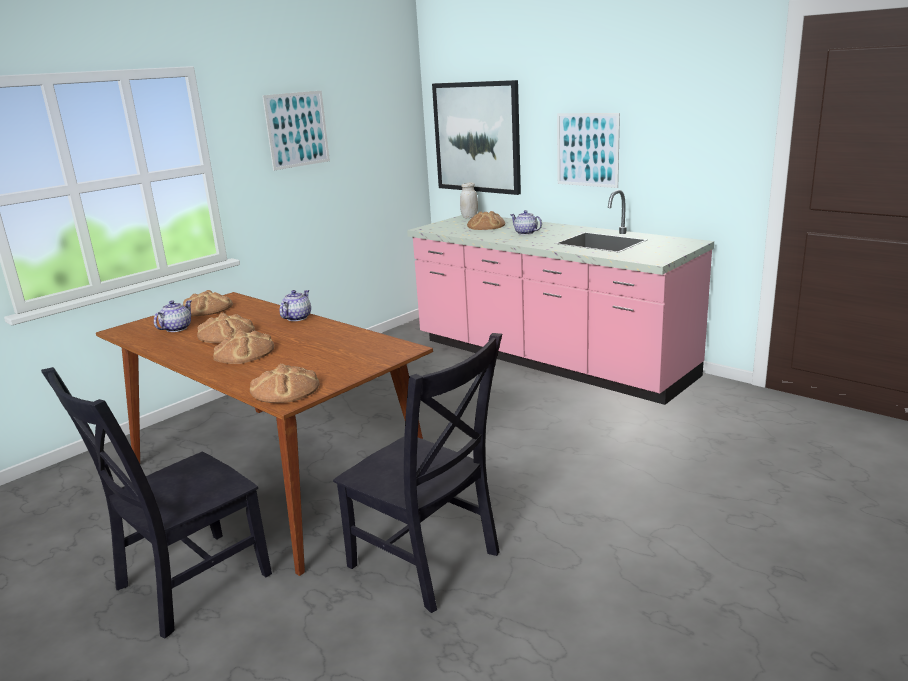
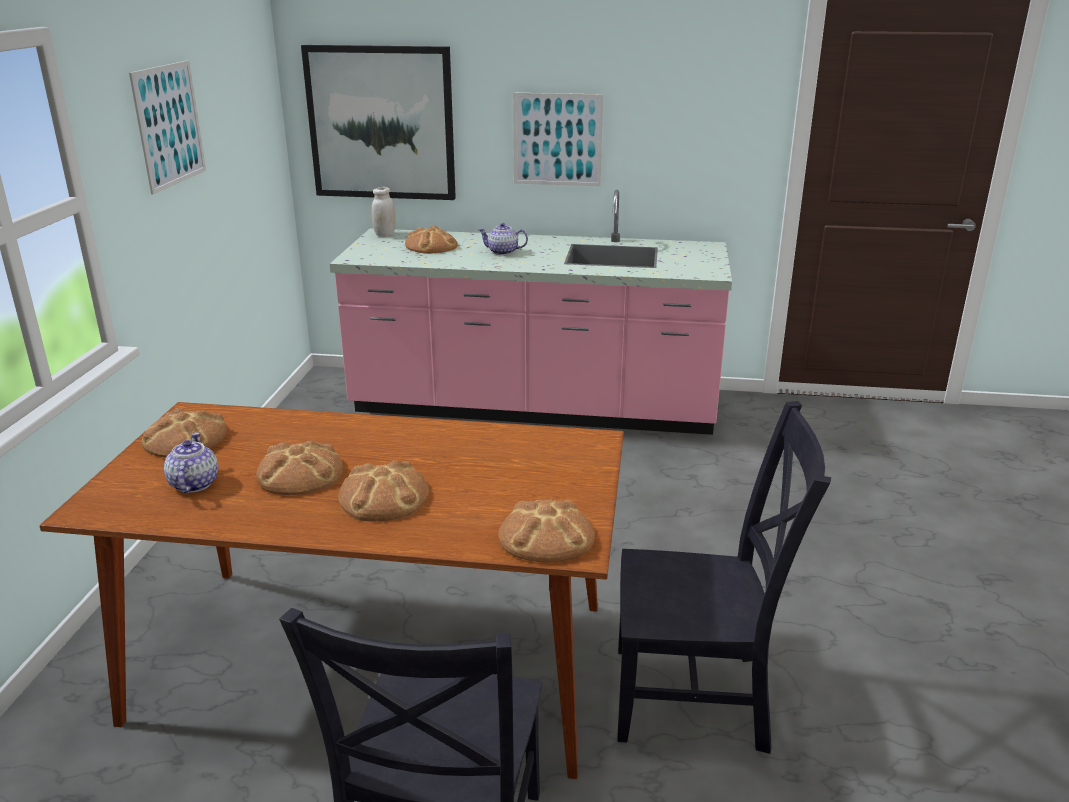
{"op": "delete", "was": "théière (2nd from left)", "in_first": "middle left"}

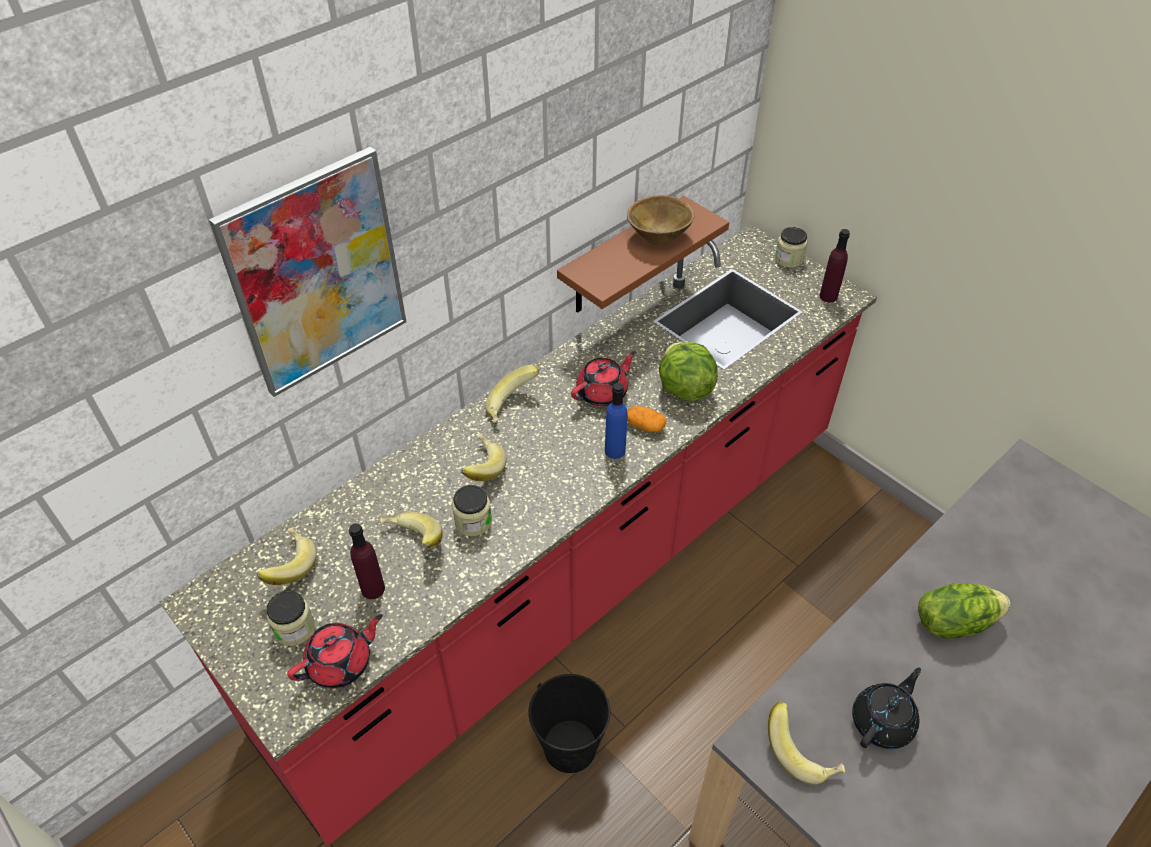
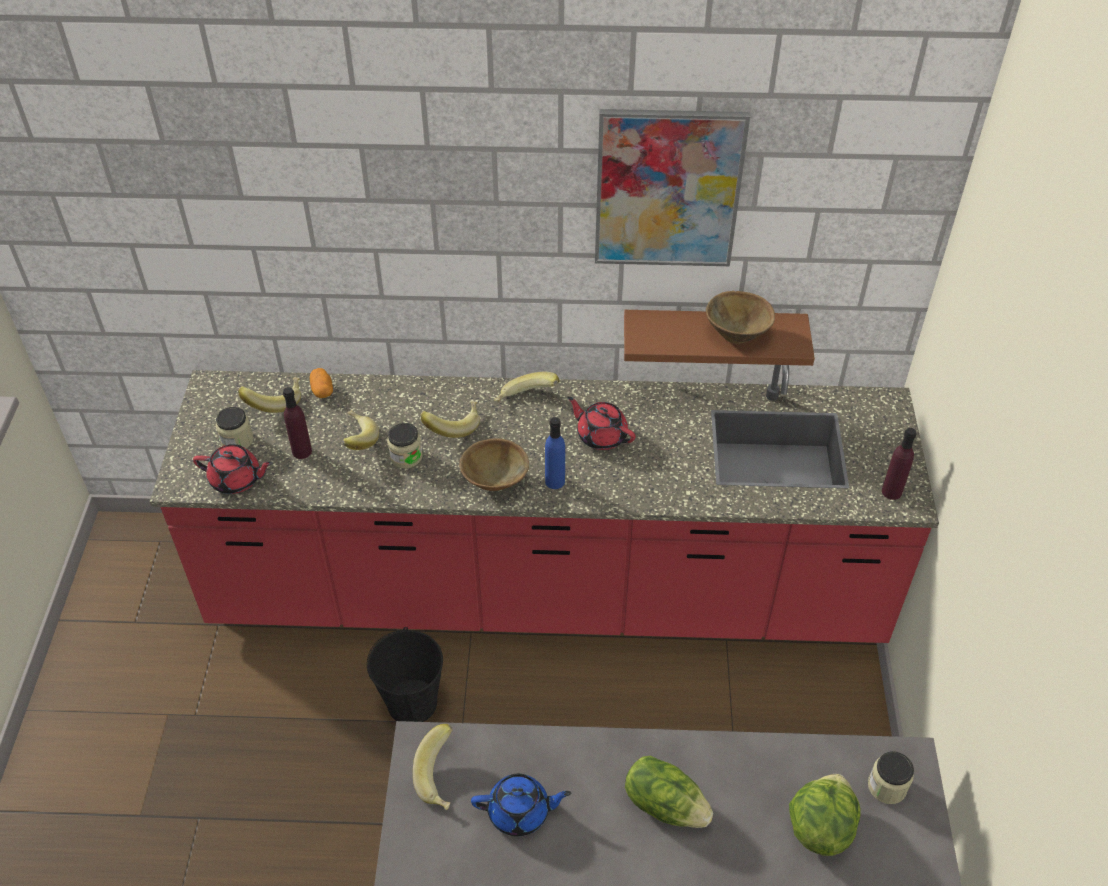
{"op": "move", "was": "pomme de terre", "in_first": "centre", "in_second": "middle left"}
{"op": "insert", "now": "bol [marron] (1st from left)", "in_second": "centre"}
{"op": "recolor", "was": "théière [noir]", "now": "théière [bleu]", "in_first": "bottom right", "in_second": "bottom centre"}
{"op": "rotate", "was": "théière [rouge] (2nd from left)", "in_first": "centre", "in_second": "centre", "clockwise": -150}
{"op": "move", "was": "tableau", "in_first": "top left", "in_second": "top centre"}
{"op": "move", "was": "laitue (1st from left in the first image)", "now": "laitue (2nd from left)", "in_first": "centre", "in_second": "bottom right"}
{"op": "move", "was": "bocal (3rd from left)", "in_first": "top right", "in_second": "bottom right"}

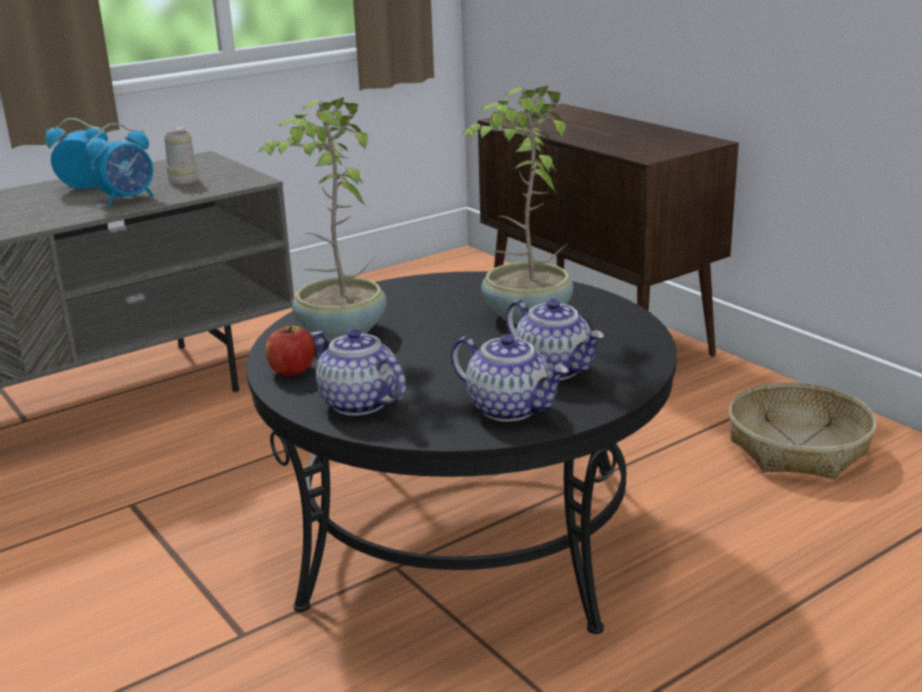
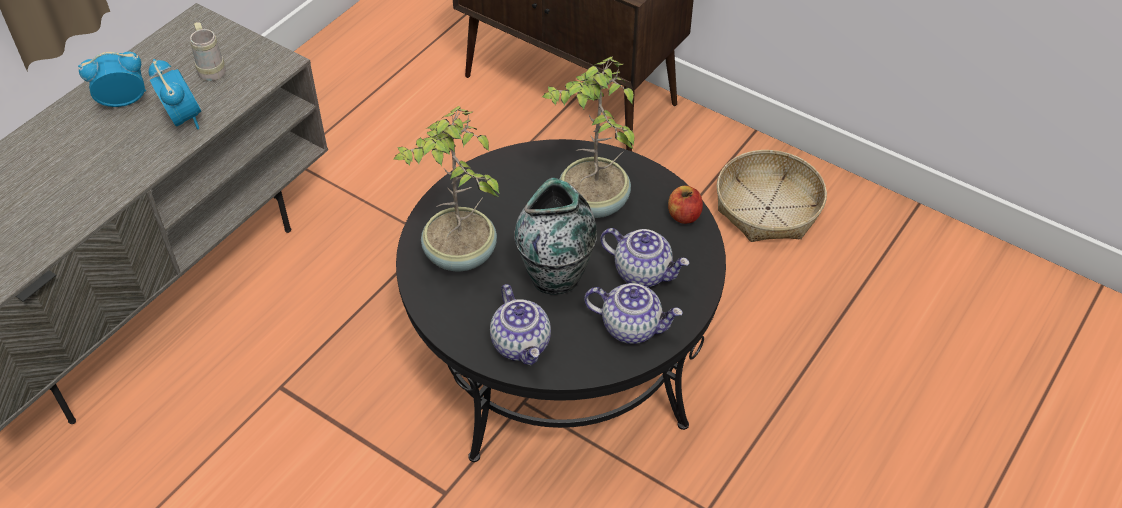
{"op": "rotate", "was": "réveil (2nd from left)", "in_first": "top left", "in_second": "top left", "clockwise": -60}
{"op": "rotate", "was": "théière (1st from left)", "in_first": "centre", "in_second": "centre", "clockwise": -135}
{"op": "insert", "now": "vase", "in_second": "centre"}
{"op": "move", "was": "pomme", "in_first": "middle left", "in_second": "centre"}

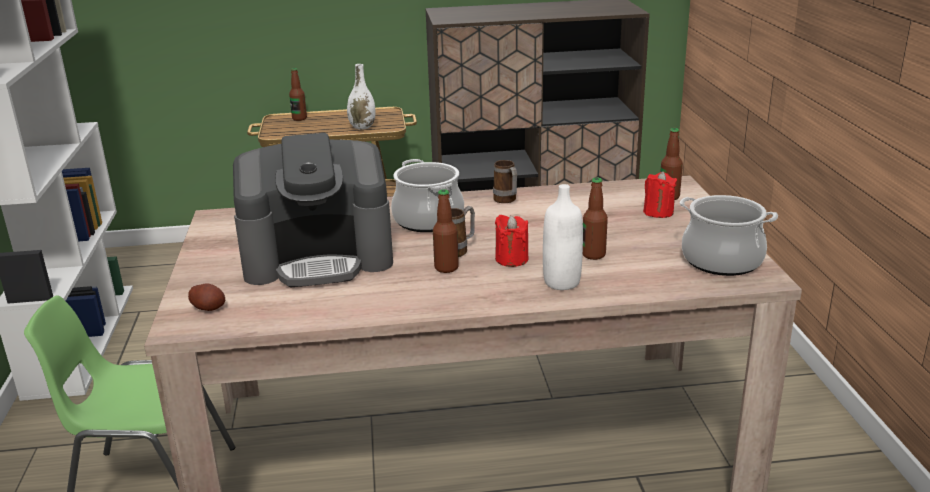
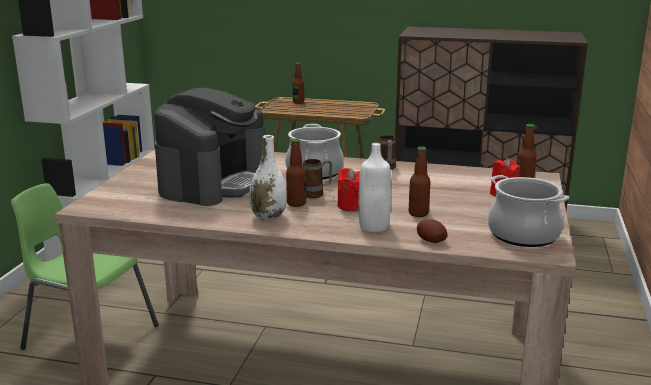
{"op": "rotate", "was": "machine à café", "in_first": "centre", "in_second": "middle left", "clockwise": -75}
{"op": "move", "was": "vase [blanc]", "in_first": "top centre", "in_second": "centre"}
{"op": "move", "was": "pomme de terre", "in_first": "middle left", "in_second": "centre"}

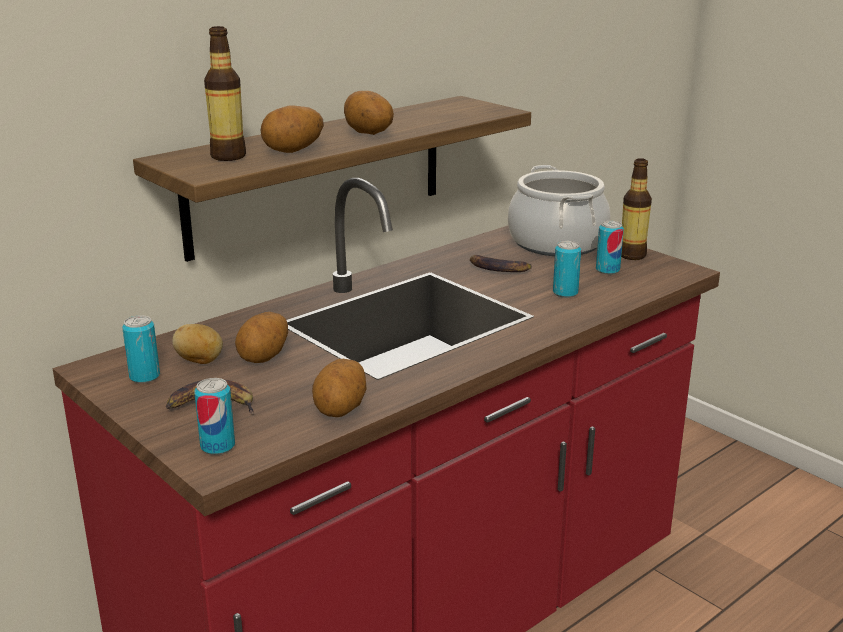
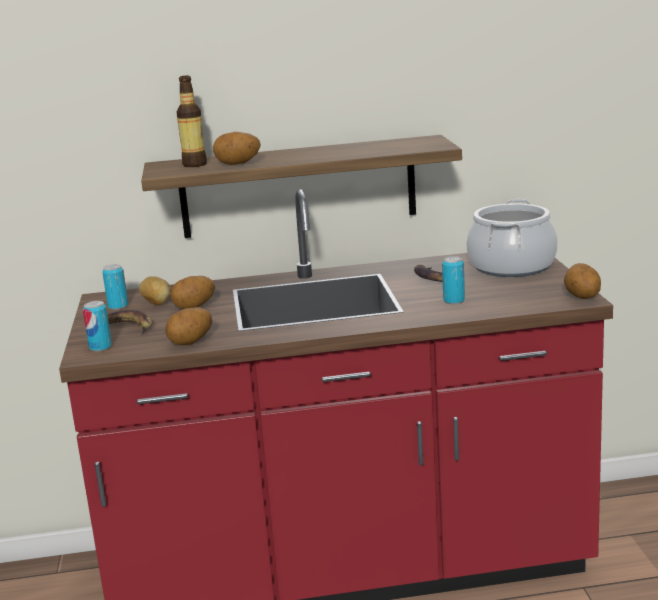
{"op": "move", "was": "pomme de terre (5th from left)", "in_first": "top centre", "in_second": "middle right"}
{"op": "delete", "was": "boîte métallique (4th from left)", "in_first": "middle right"}
{"op": "delete", "was": "bouteille (2nd from left)", "in_first": "top right"}

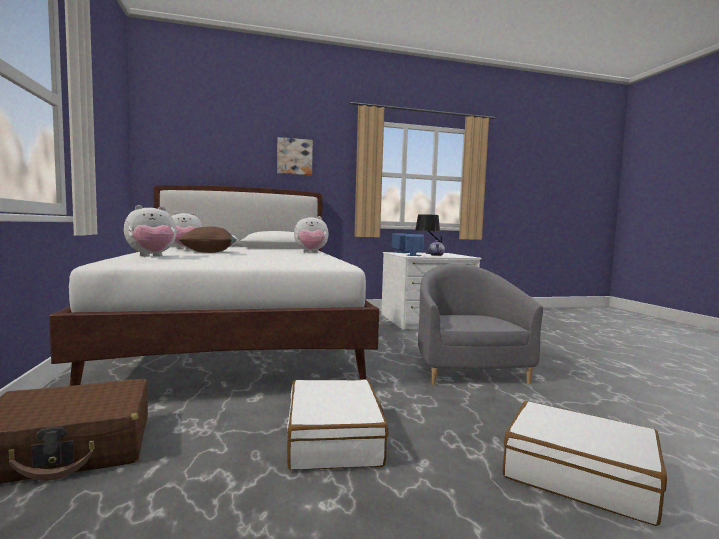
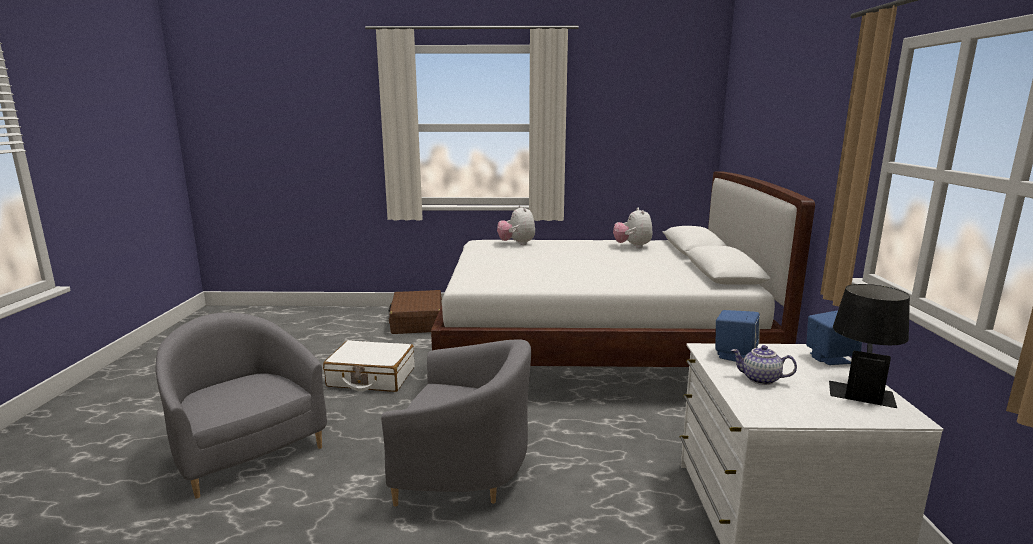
{"op": "replace", "was": "valise [blanc] (2nd from left)", "now": "fauteuil [gris] (1st from left)", "in_first": "bottom right", "in_second": "bottom left"}
{"op": "delete", "was": "coussin [marron]", "in_first": "middle left"}
{"op": "delete", "was": "tableau", "in_first": "top centre"}
{"op": "delete", "was": "peluche (3rd from left)", "in_first": "centre"}

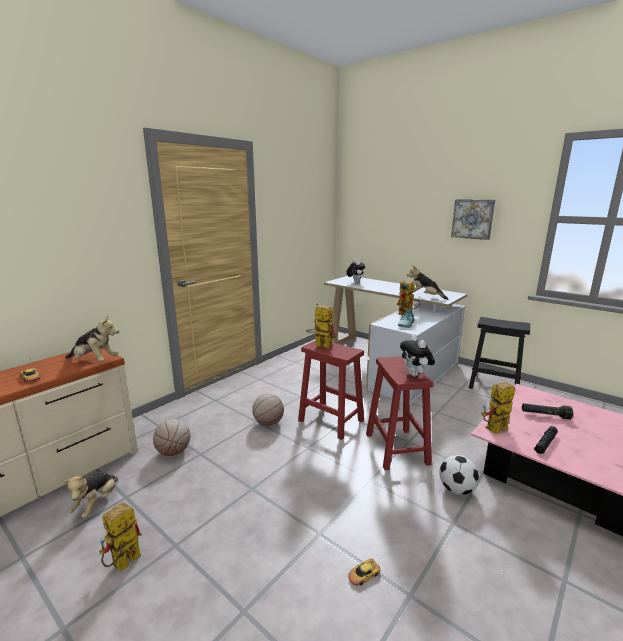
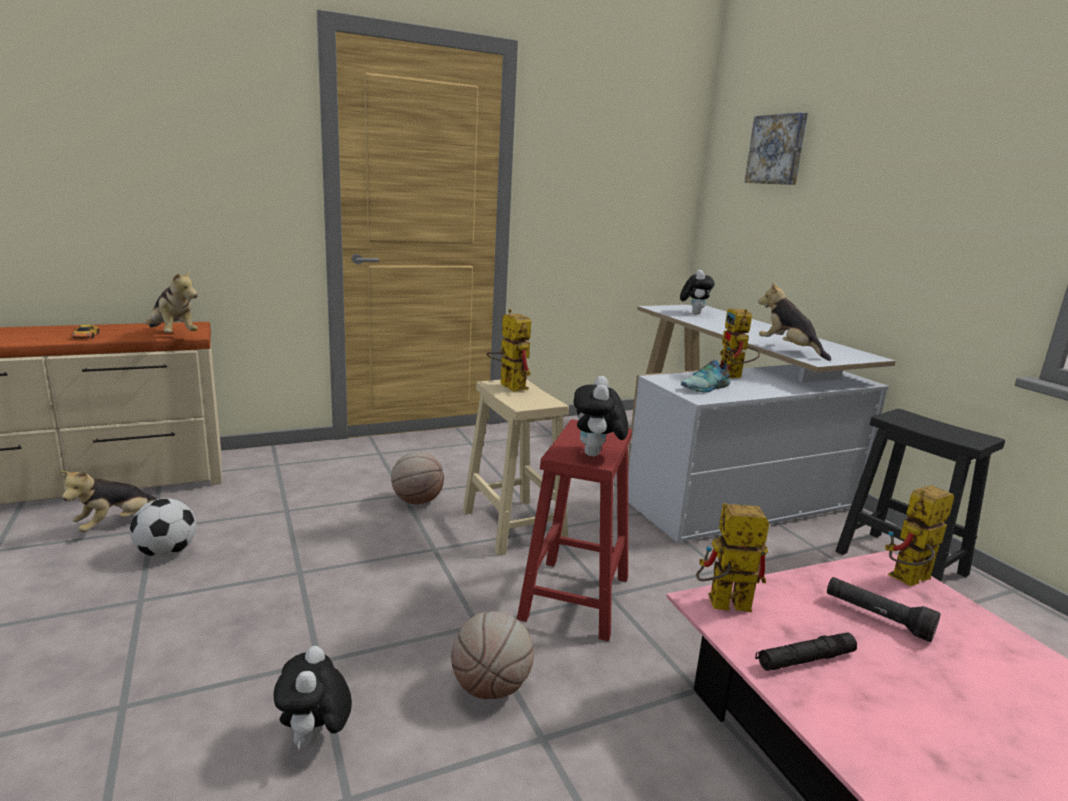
{"op": "move", "was": "ballon de foot", "in_first": "bottom right", "in_second": "middle left"}
{"op": "replace", "was": "petite voiture (2nd from left)", "now": "peluche (3rd from left)", "in_first": "bottom centre", "in_second": "bottom left"}
{"op": "move", "was": "ballon de basket (1st from left in the first image)", "now": "ballon de basket (2nd from left)", "in_first": "bottom left", "in_second": "bottom centre"}
{"op": "recolor", "was": "tabouret [rouge] (1st from left)", "now": "tabouret [beige]", "in_first": "centre", "in_second": "centre"}
{"op": "move", "was": "tableau", "in_first": "middle right", "in_second": "top right"}
{"op": "move", "was": "robot jouet (1st from left in the first image)", "now": "robot jouet (4th from left)", "in_first": "bottom left", "in_second": "bottom right"}

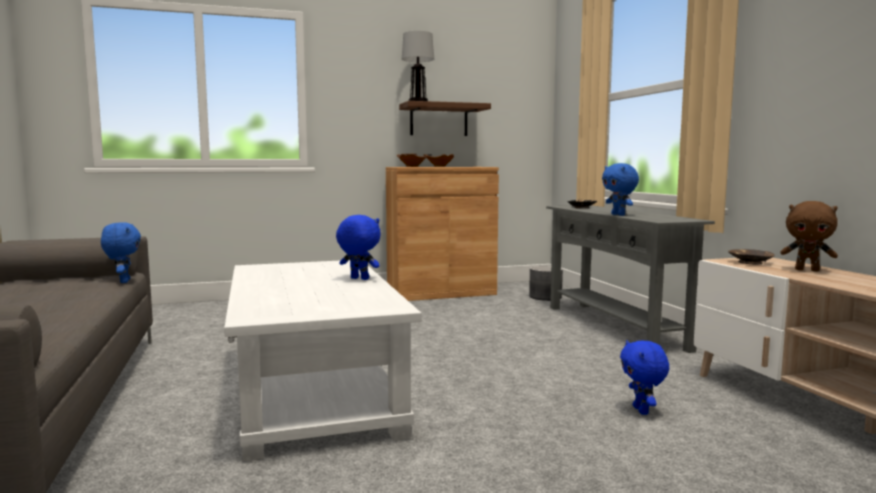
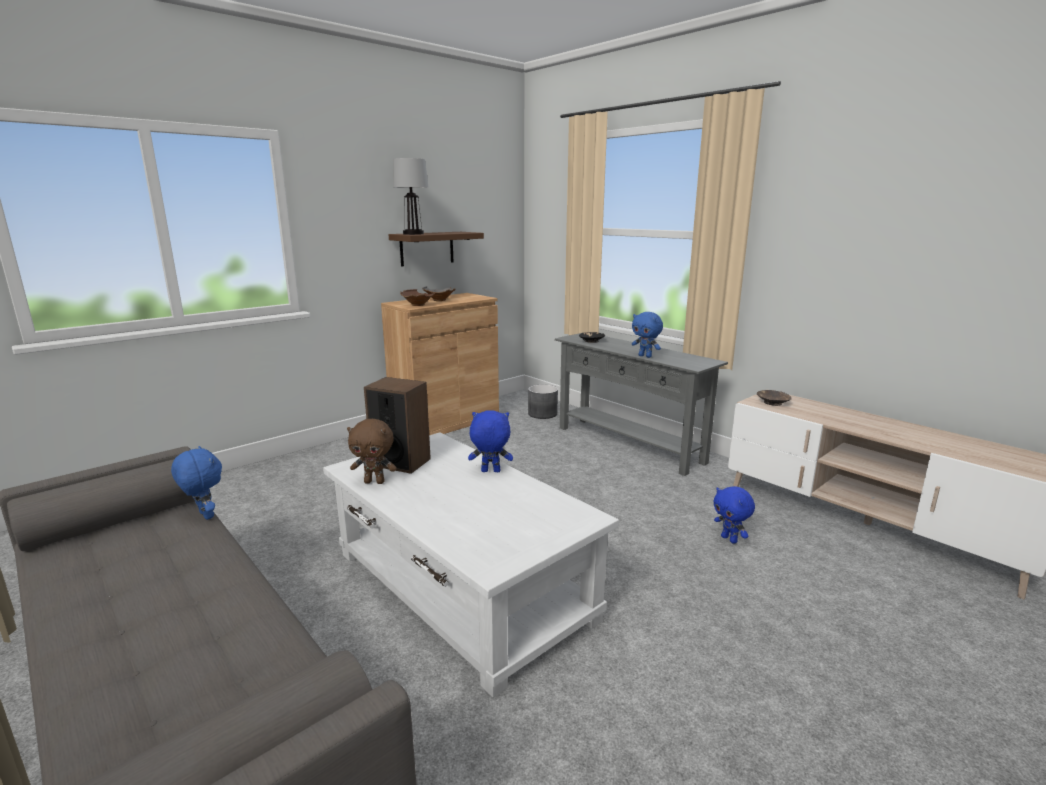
{"op": "move", "was": "peluche [marron]", "in_first": "middle right", "in_second": "centre"}
{"op": "insert", "now": "enceinte", "in_second": "centre"}

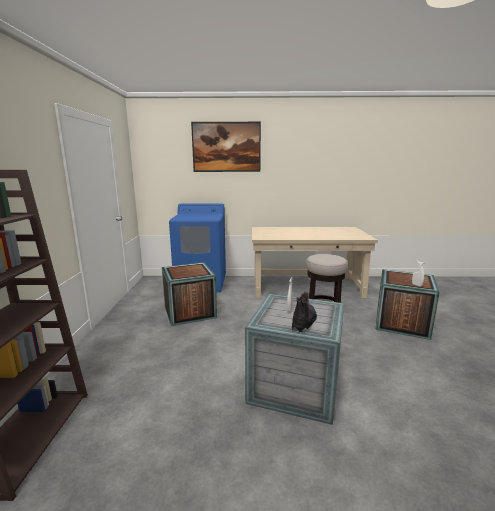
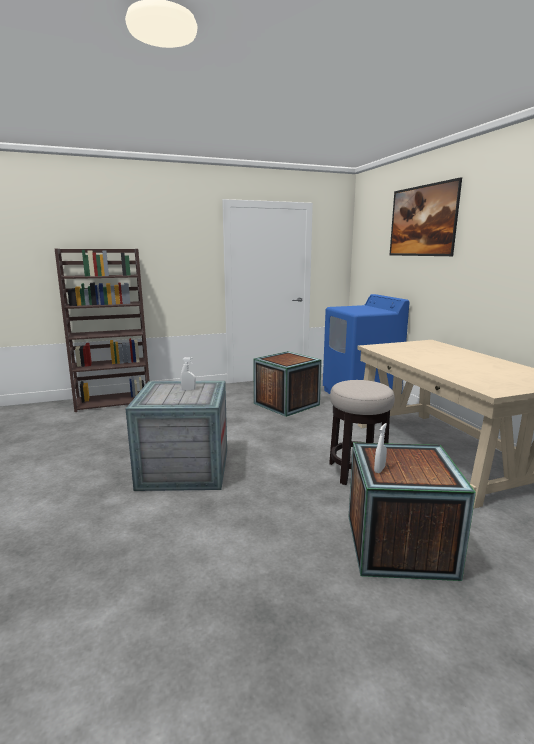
{"op": "delete", "was": "botte", "in_first": "centre"}

